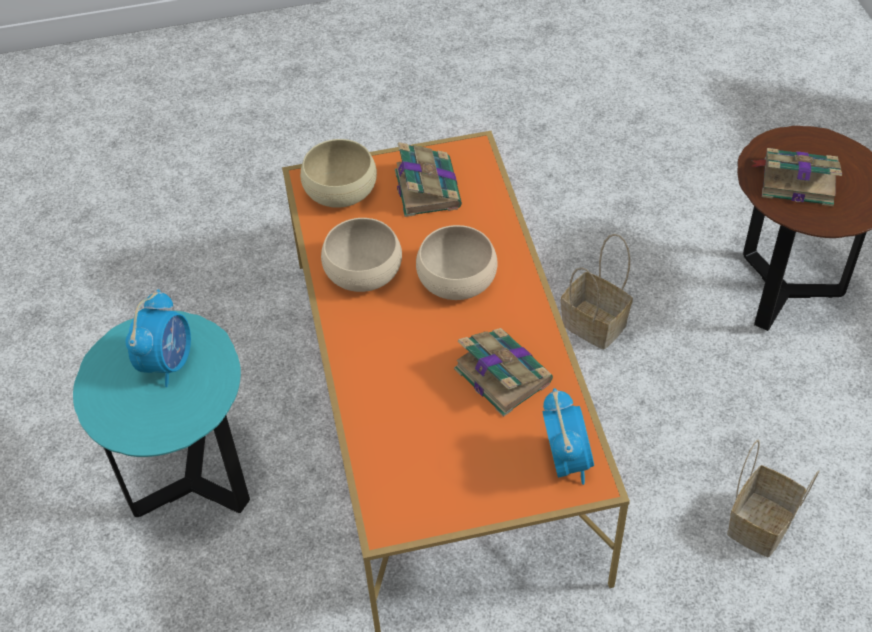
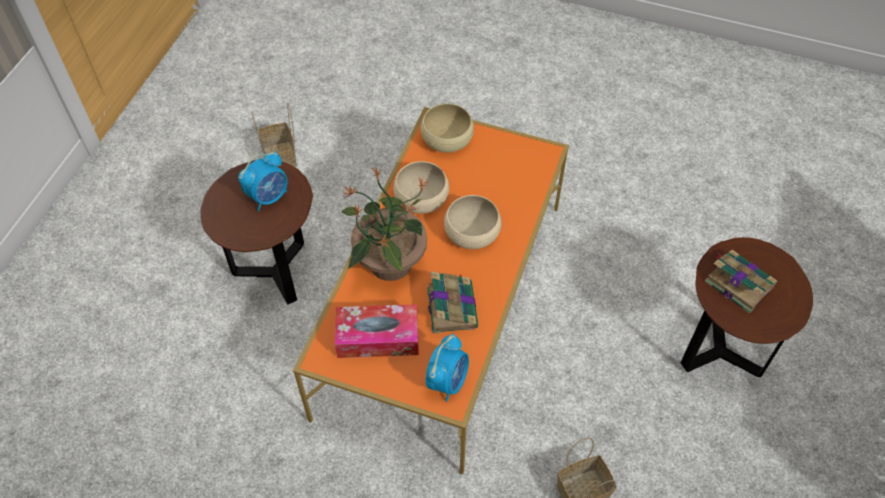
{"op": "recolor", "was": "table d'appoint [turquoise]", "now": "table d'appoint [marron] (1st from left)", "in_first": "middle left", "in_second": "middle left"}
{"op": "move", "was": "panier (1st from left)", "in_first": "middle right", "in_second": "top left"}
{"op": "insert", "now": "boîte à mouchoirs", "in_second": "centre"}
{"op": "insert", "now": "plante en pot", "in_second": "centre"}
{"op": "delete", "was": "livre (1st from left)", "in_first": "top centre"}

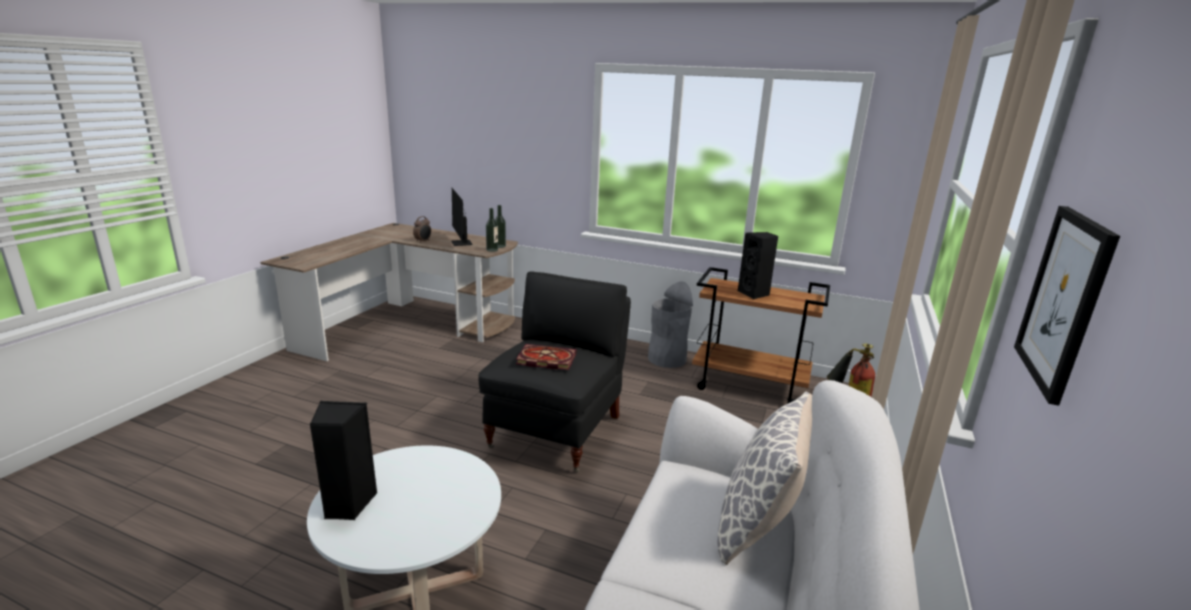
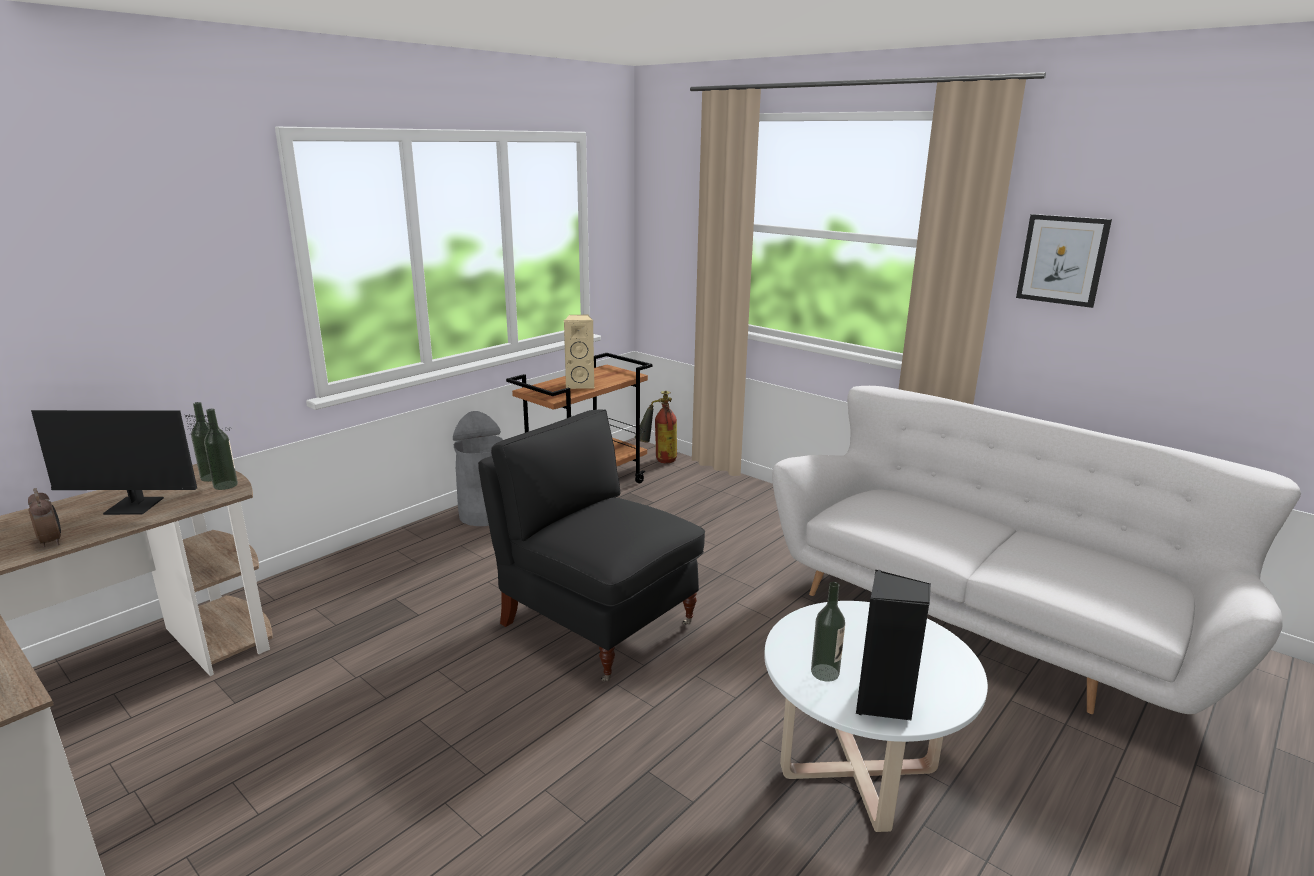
{"op": "recolor", "was": "enceinte [noir] (2nd from left)", "now": "enceinte [beige]", "in_first": "centre", "in_second": "centre"}
{"op": "insert", "now": "bouteille (3rd from left)", "in_second": "bottom centre"}
{"op": "delete", "was": "livre", "in_first": "centre"}
{"op": "delete", "was": "coussin", "in_first": "bottom centre"}

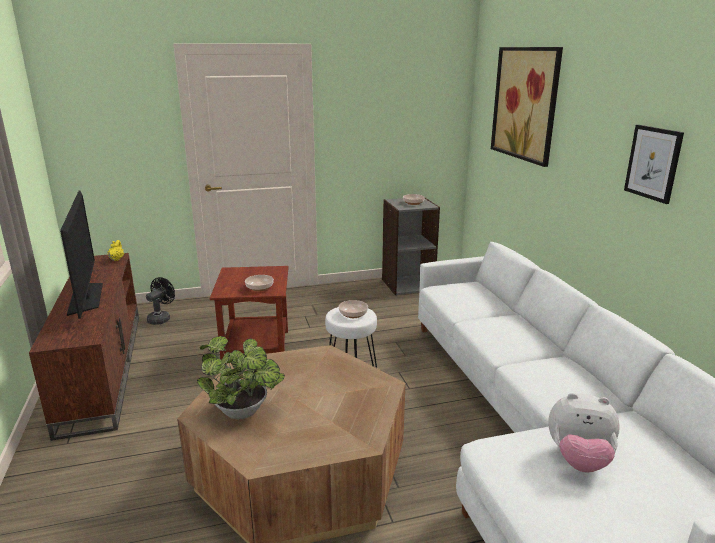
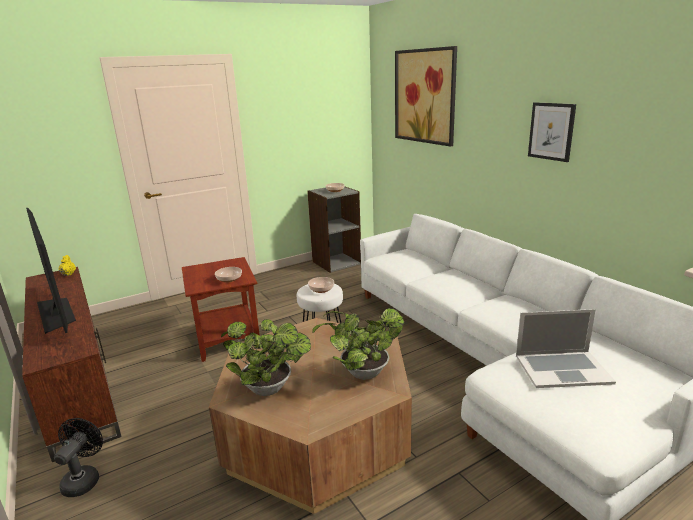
{"op": "move", "was": "ventilateur [noir]", "in_first": "middle left", "in_second": "bottom left"}
{"op": "insert", "now": "plante en pot (2nd from left)", "in_second": "centre"}
{"op": "replace", "was": "peluche", "now": "ordinateur portable", "in_first": "bottom right", "in_second": "bottom right"}

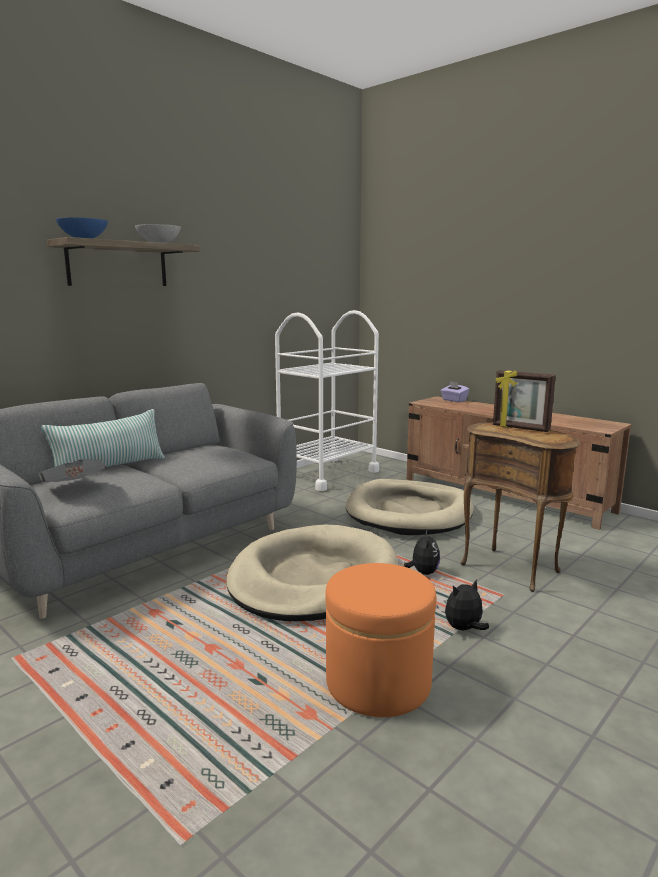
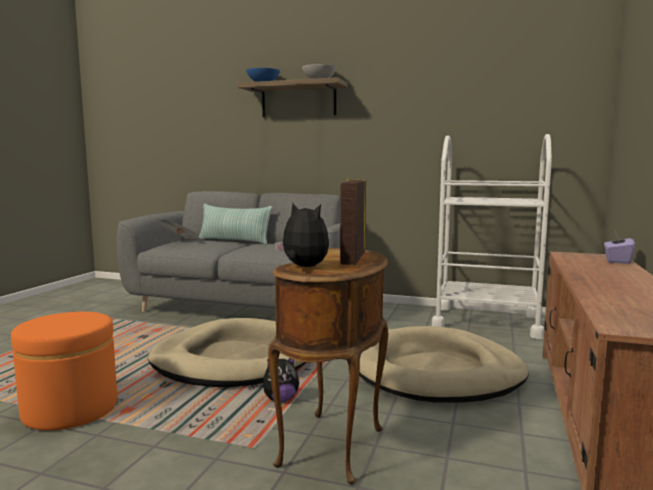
{"op": "move", "was": "peluche (2nd from left)", "in_first": "bottom right", "in_second": "centre"}

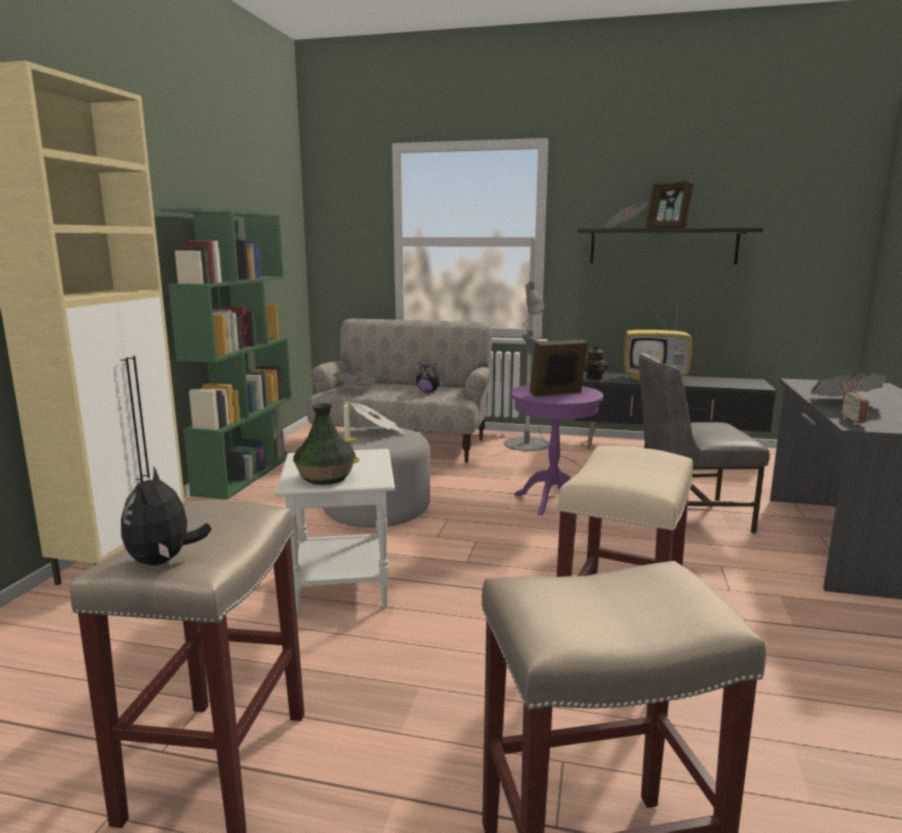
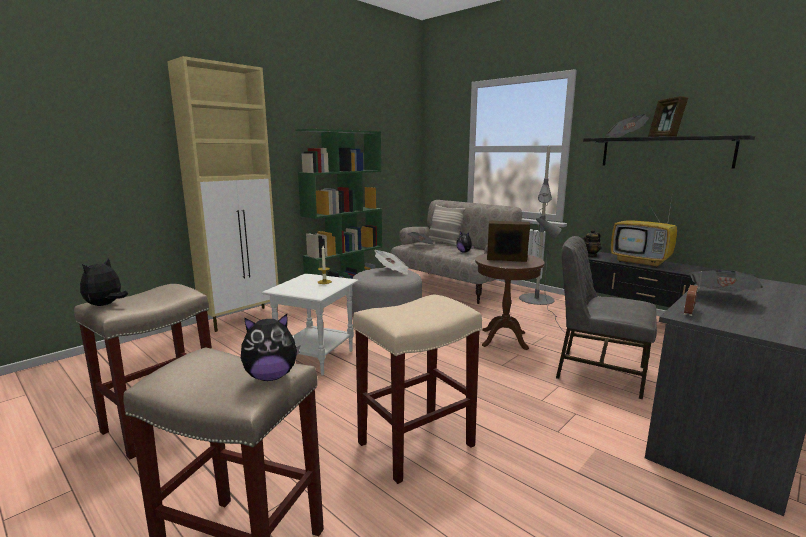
{"op": "insert", "now": "peluche (2nd from left)", "in_second": "centre"}
{"op": "insert", "now": "coussin", "in_second": "centre"}
{"op": "recolor", "was": "table d'appoint [violet]", "now": "table d'appoint [marron]", "in_first": "centre", "in_second": "centre"}
{"op": "delete", "was": "vase", "in_first": "centre"}

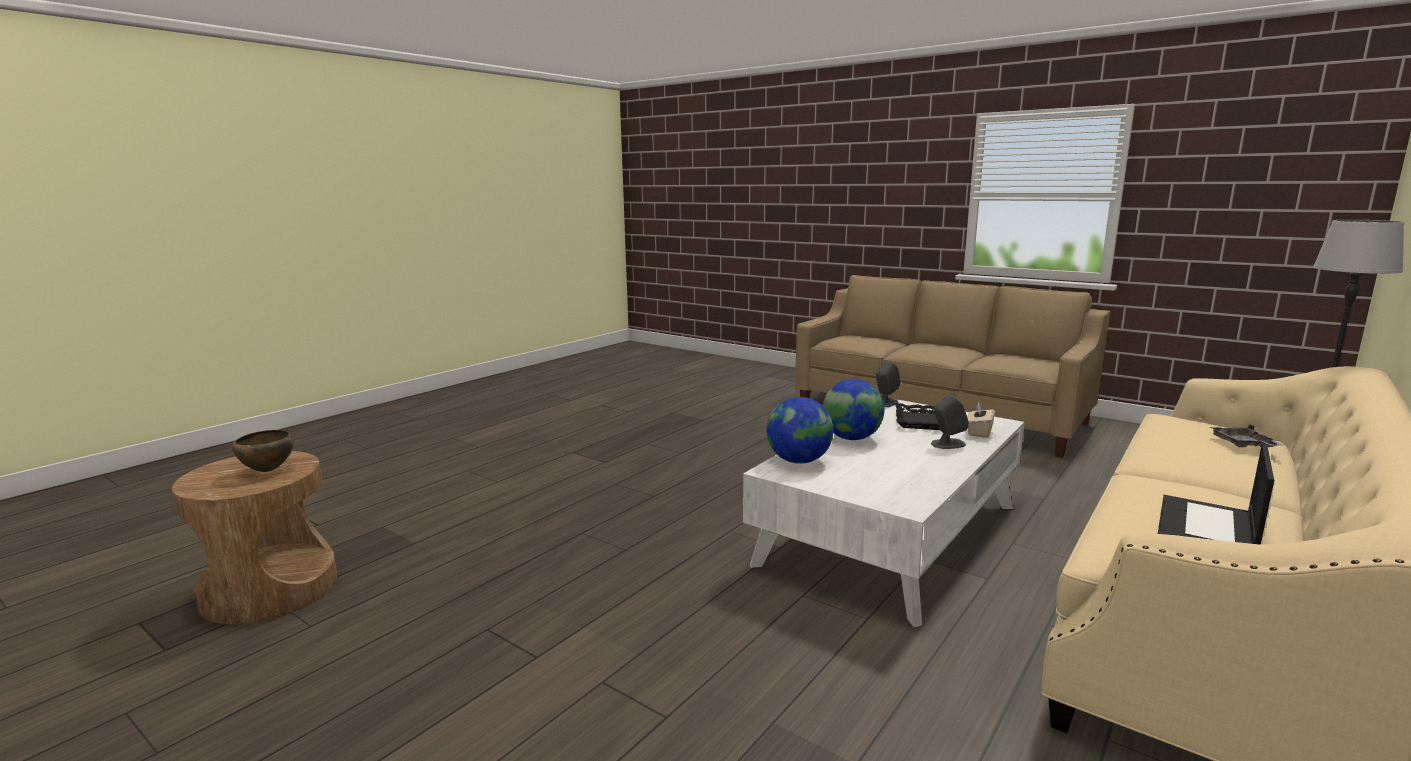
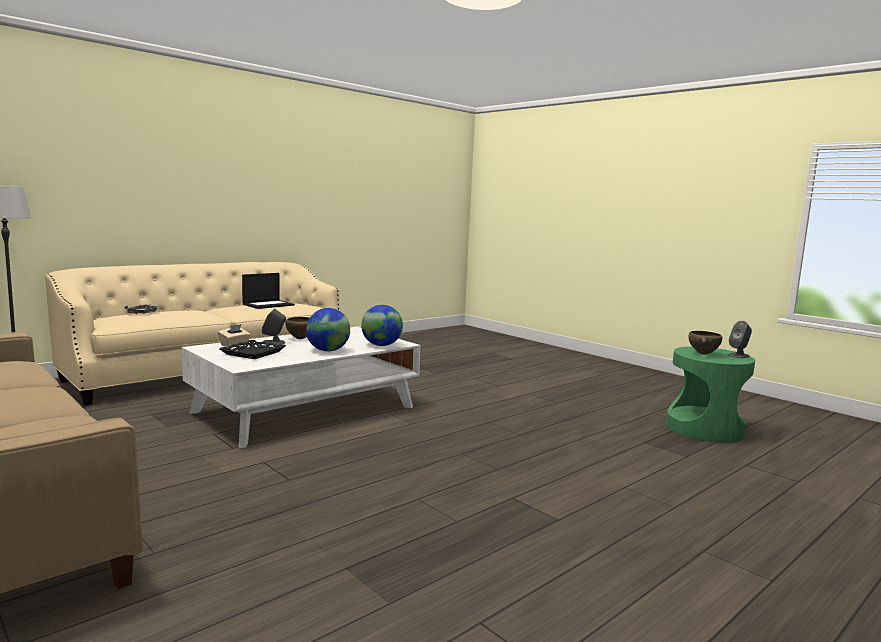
{"op": "insert", "now": "bol [marron] (1st from left)", "in_second": "centre"}
{"op": "recolor", "was": "table d'appoint [marron]", "now": "table d'appoint [vert]", "in_first": "bottom left", "in_second": "middle right"}
{"op": "move", "was": "enceinte [gris] (1st from left in the first image)", "now": "enceinte [gris] (2nd from left)", "in_first": "centre", "in_second": "middle right"}

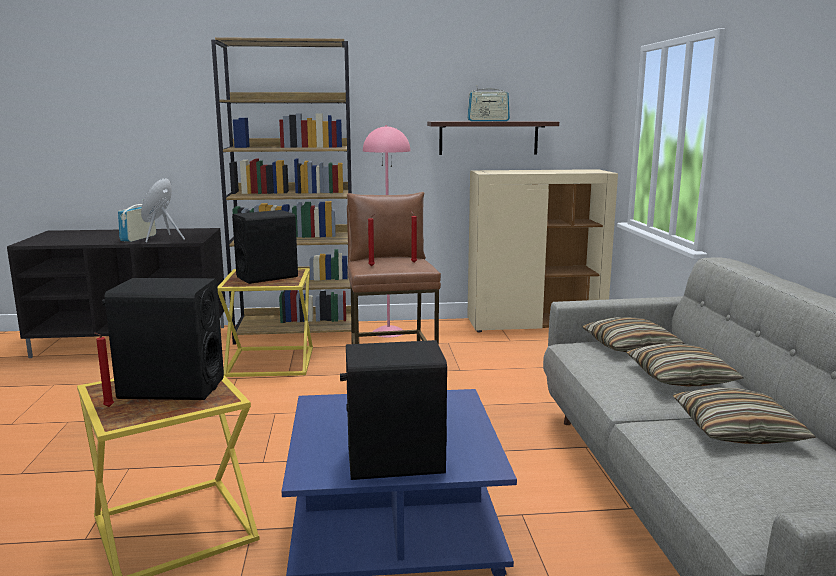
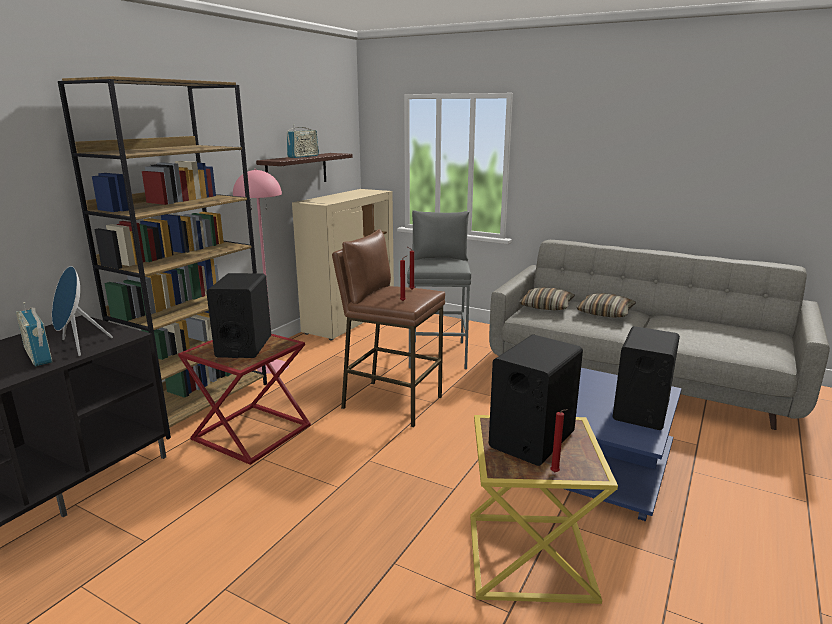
{"op": "recolor", "was": "table d'appoint [jaune] (2nd from left)", "now": "table d'appoint [rouge]", "in_first": "middle left", "in_second": "middle left"}
{"op": "insert", "now": "tabouret [gris]", "in_second": "centre"}
{"op": "delete", "was": "coussin (3rd from left)", "in_first": "bottom right"}

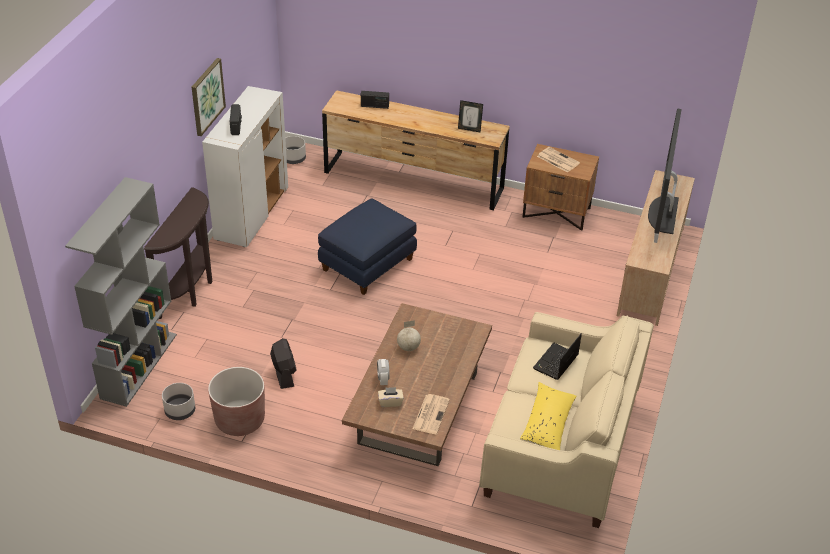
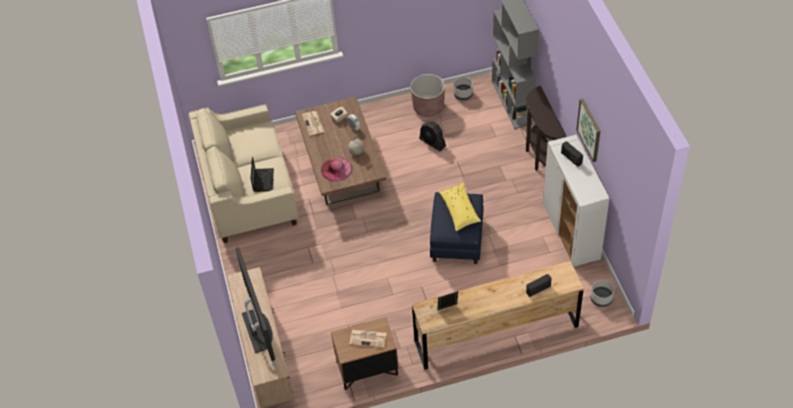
{"op": "insert", "now": "chapeau [rose]", "in_second": "centre"}
{"op": "move", "was": "coussin [jaune]", "in_first": "bottom centre", "in_second": "centre"}

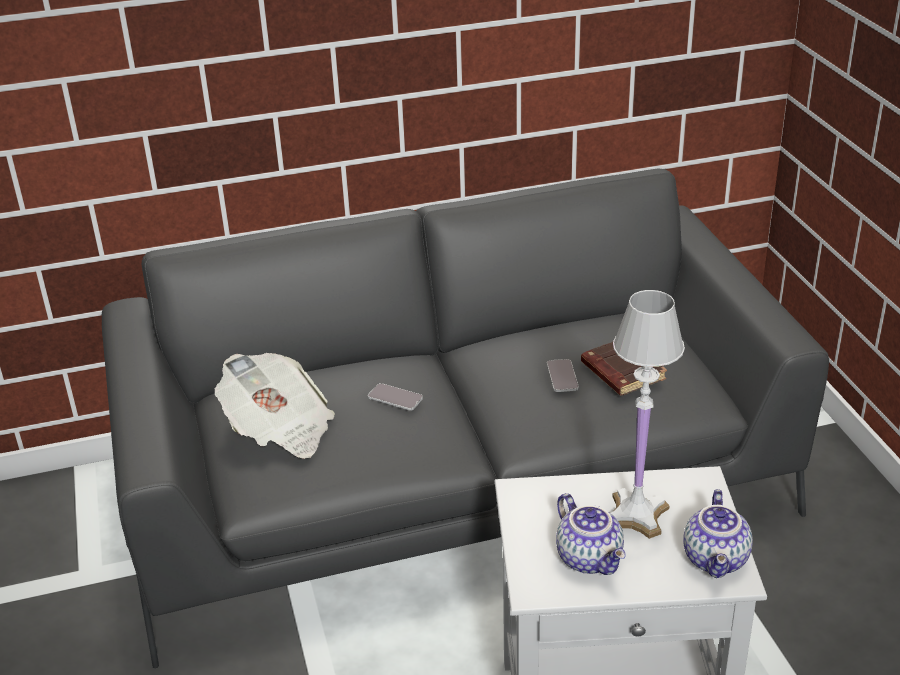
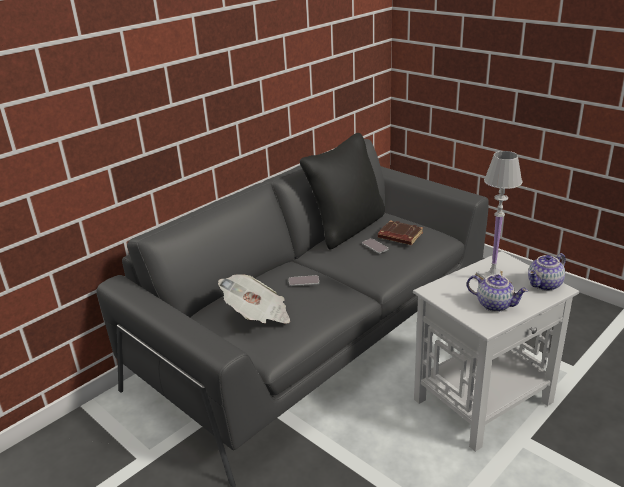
{"op": "insert", "now": "coussin [noir]", "in_second": "centre"}
{"op": "rotate", "was": "théière (2nd from left)", "in_first": "bottom right", "in_second": "middle right", "clockwise": 75}

